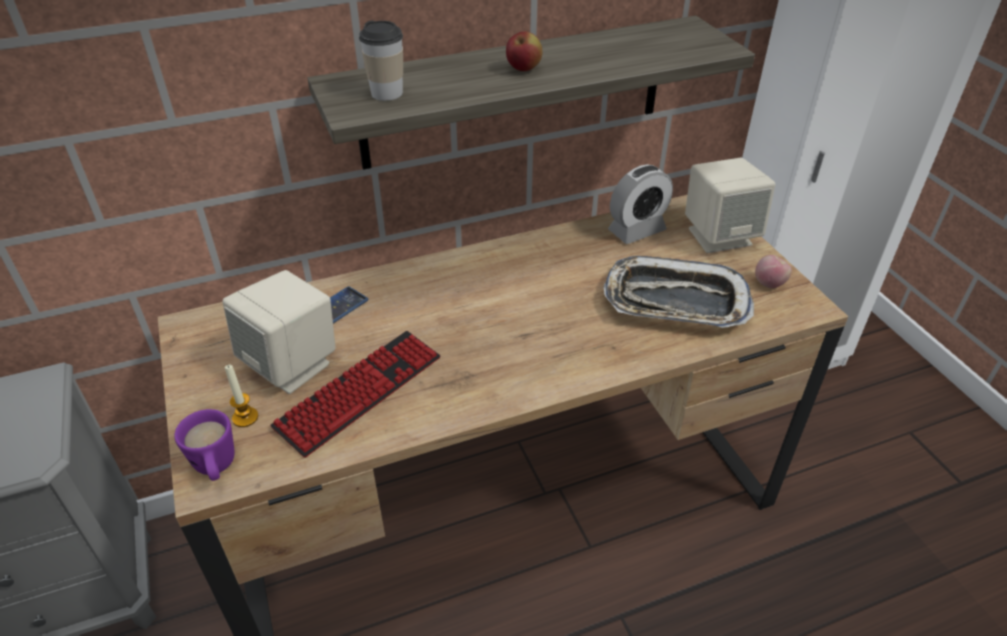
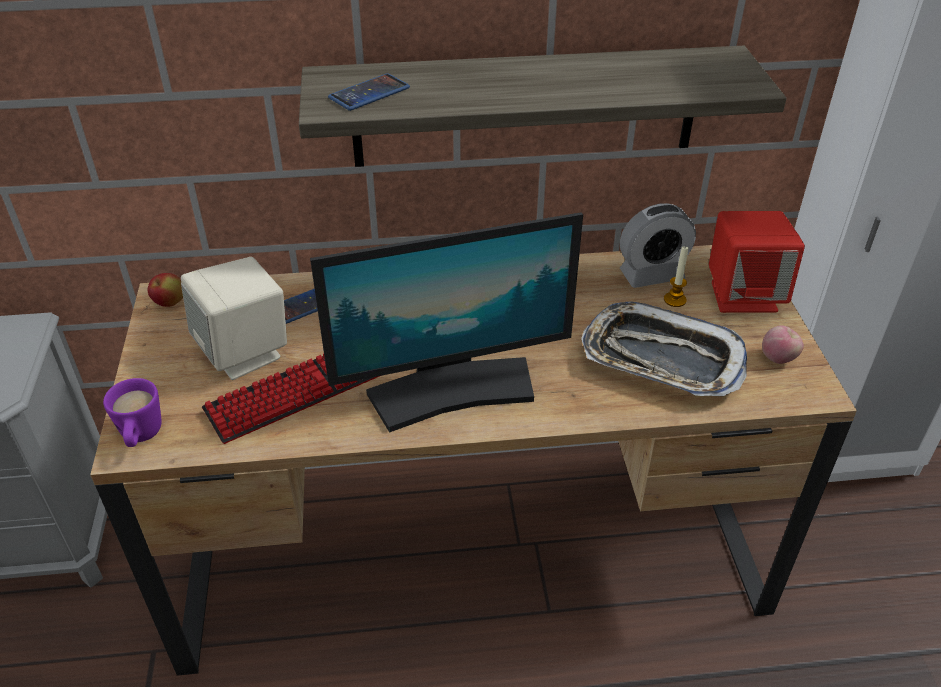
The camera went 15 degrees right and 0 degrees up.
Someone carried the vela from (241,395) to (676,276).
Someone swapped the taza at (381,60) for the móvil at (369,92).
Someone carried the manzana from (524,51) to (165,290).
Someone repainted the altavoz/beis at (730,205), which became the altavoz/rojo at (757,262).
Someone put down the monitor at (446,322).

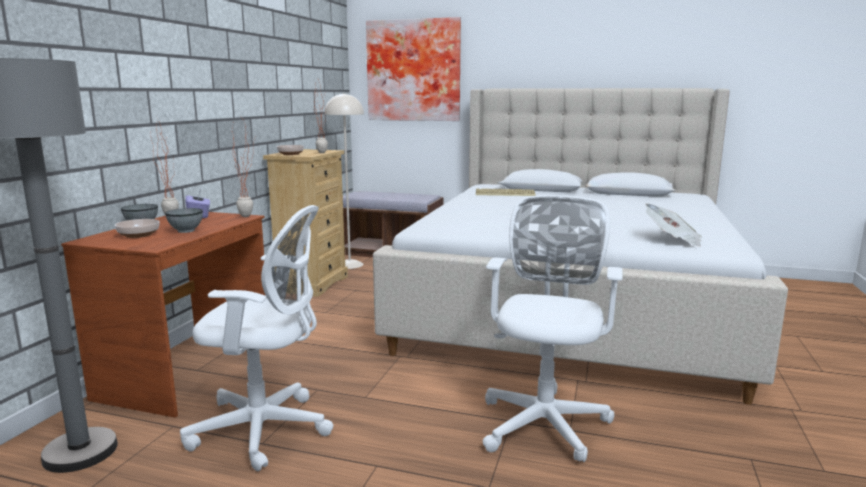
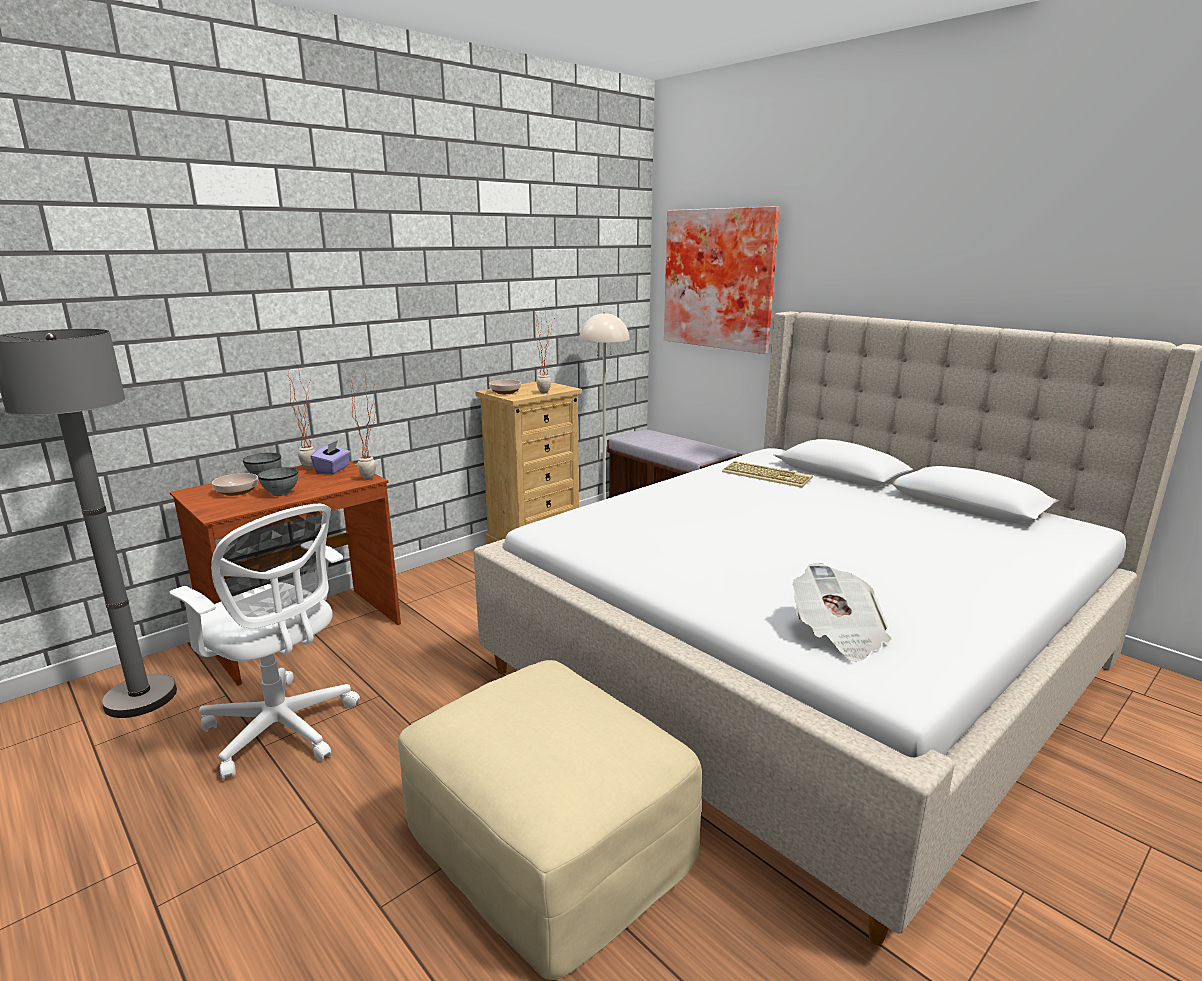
The camera went 30 degrees right and 5 degrees up.
Someone swapped the silla de oficina/blanco at (553,328) for the puf/beis at (550,820).

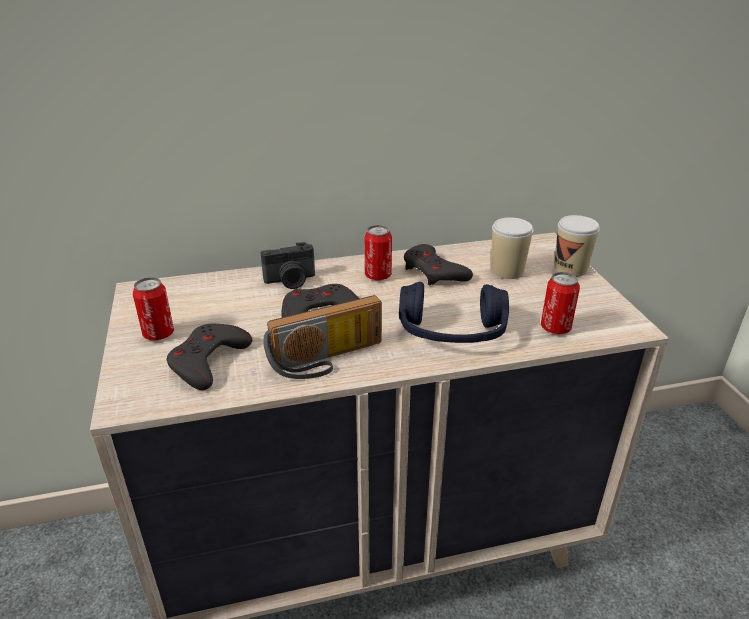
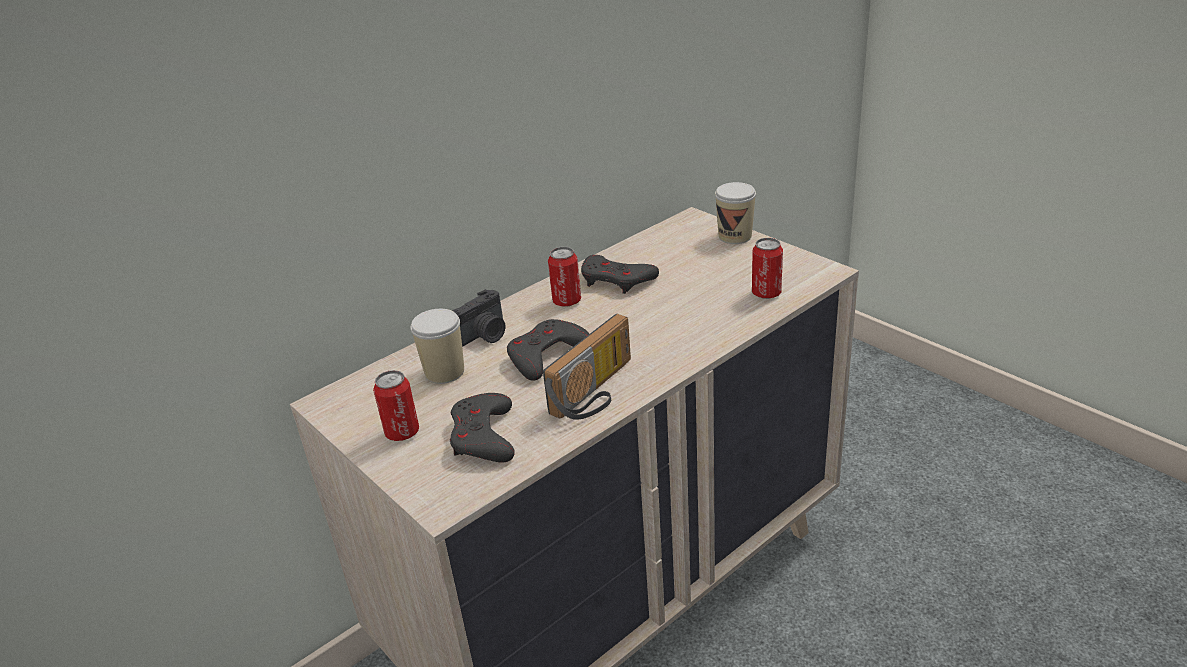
The camera went 25 degrees left and 0 degrees up.
Someone took away the auriculares/azul at (454,312).
Someone carried the taza from (512,248) to (437,346).

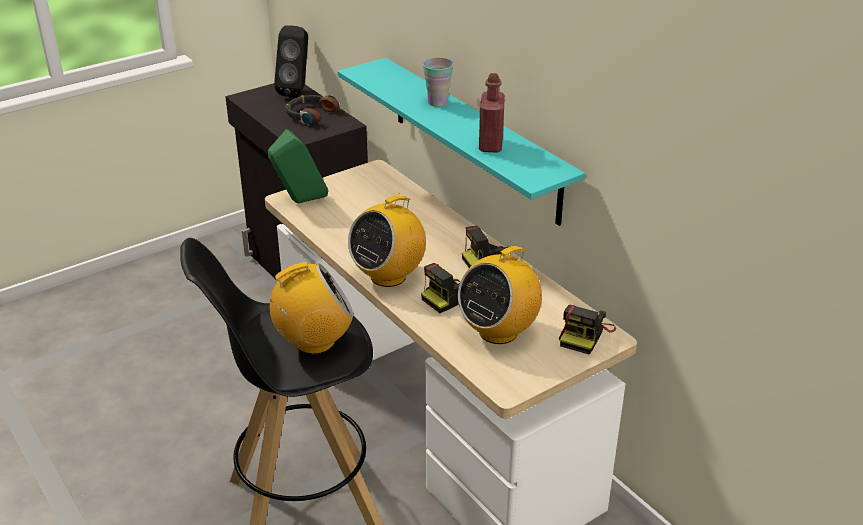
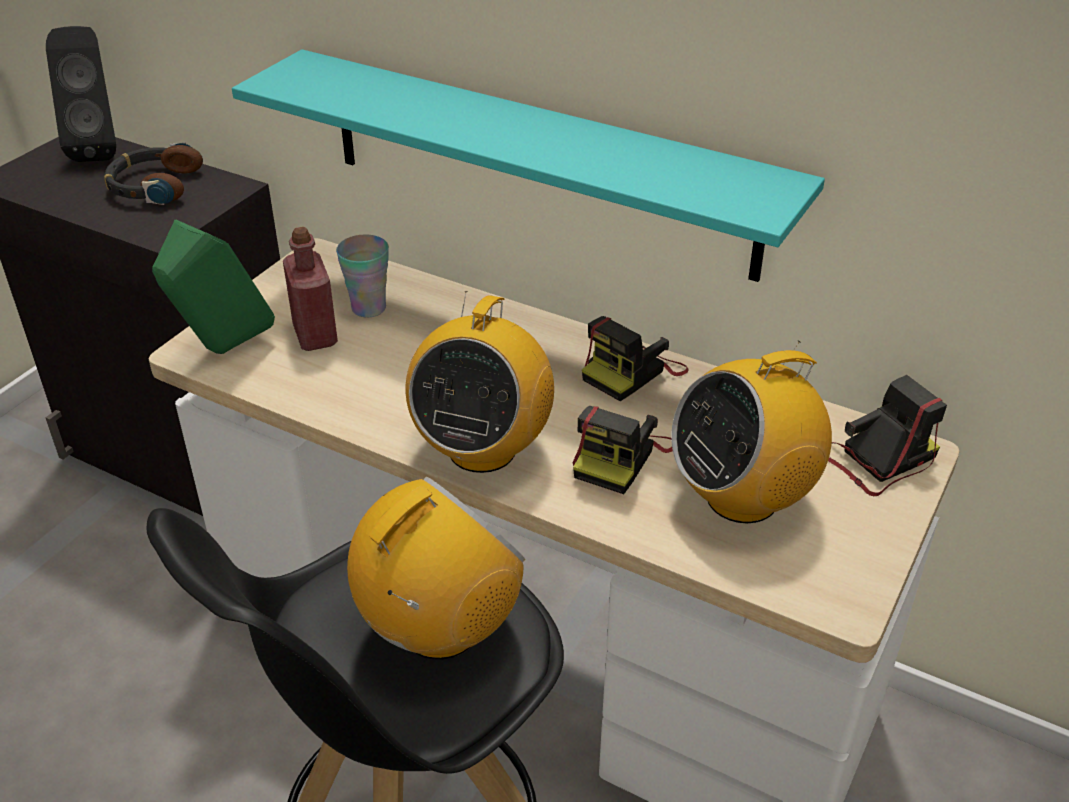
The camera went 25 degrees left and 5 degrees up.
Someone carried the taza from (438,82) to (362,276).
Someone rotated the radio at (500,293) by 45 degrees clockwise.
Someone carried the botella/rojo from (492,113) to (310,289).
Someone rotated the cámara at (587,330) by 120 degrees counterclockwise.

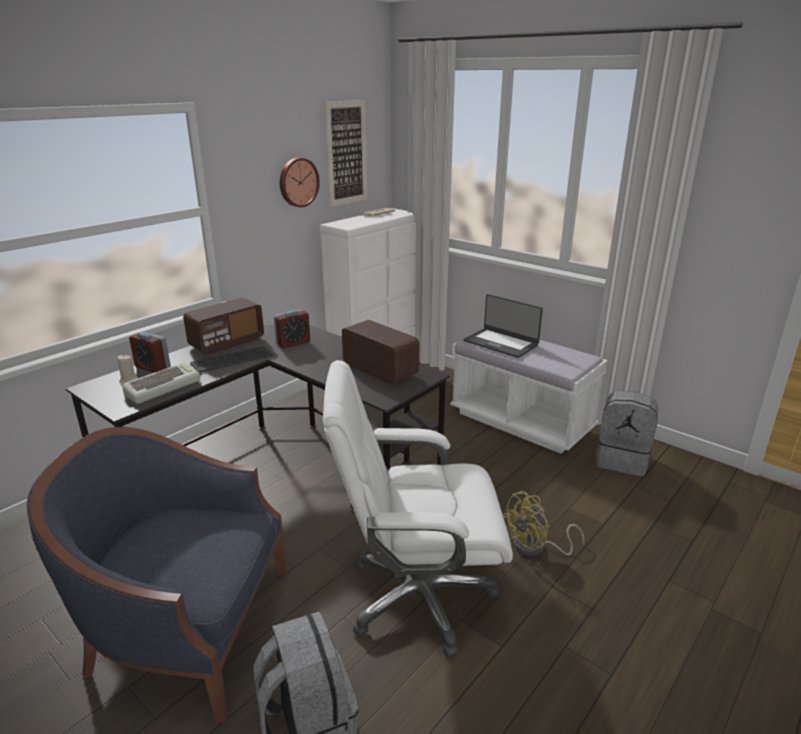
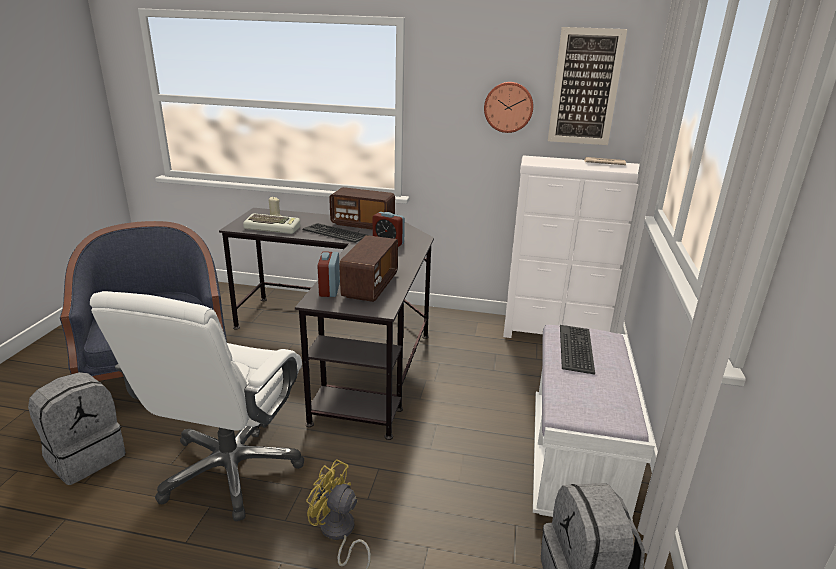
The camera went 60 degrees right and 0 degrees up.
Someone carried the despertador from (150,352) to (329,274).
Someone rotated the silla de oficina/blanco at (418,509) by 135 degrees counterclockwise.
Someone swapped the portátil at (503,326) for the teclado at (577,349).

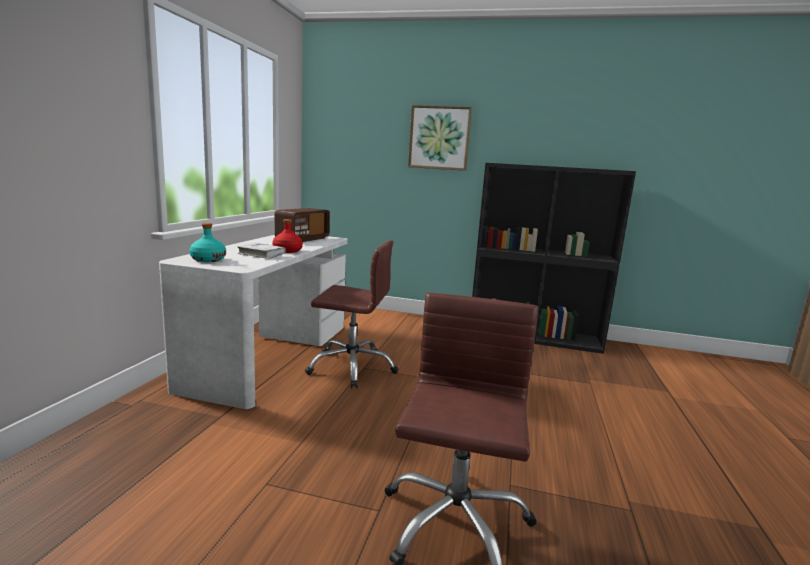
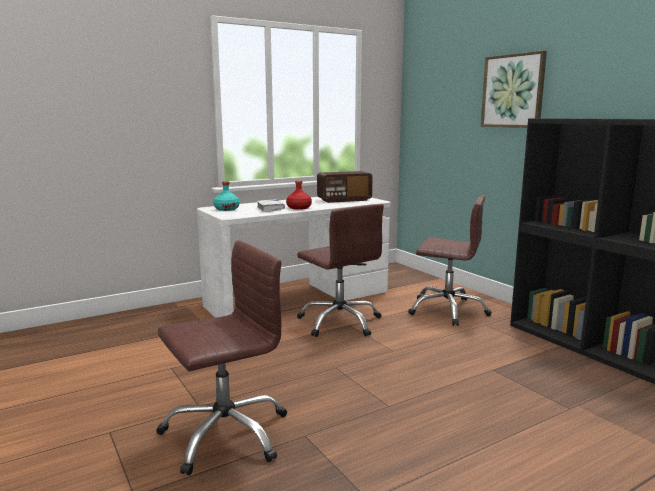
The camera went 45 degrees right and 0 degrees up.
Someone put down the silla de oficina/marrón at (450,260).

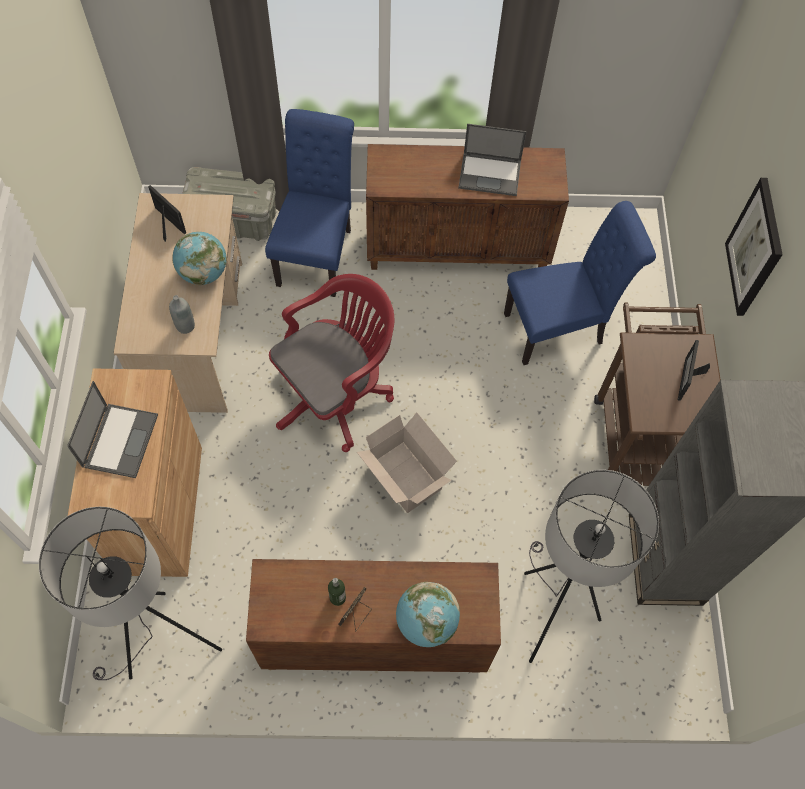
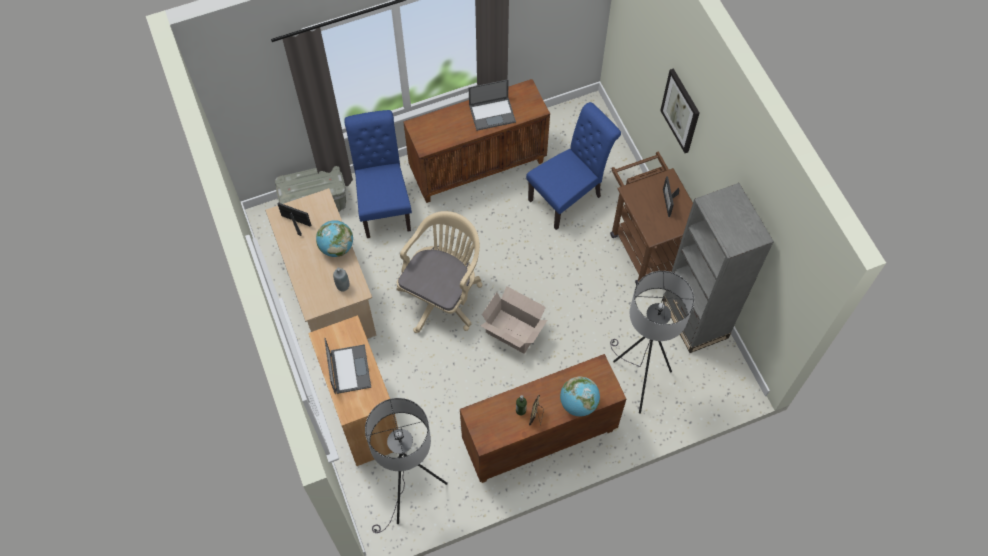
The camera went 20 degrees left and 0 degrees up.
Someone repainted the silla de oficina/rojo at (331,363), which became the silla de oficina/beis at (439,272).

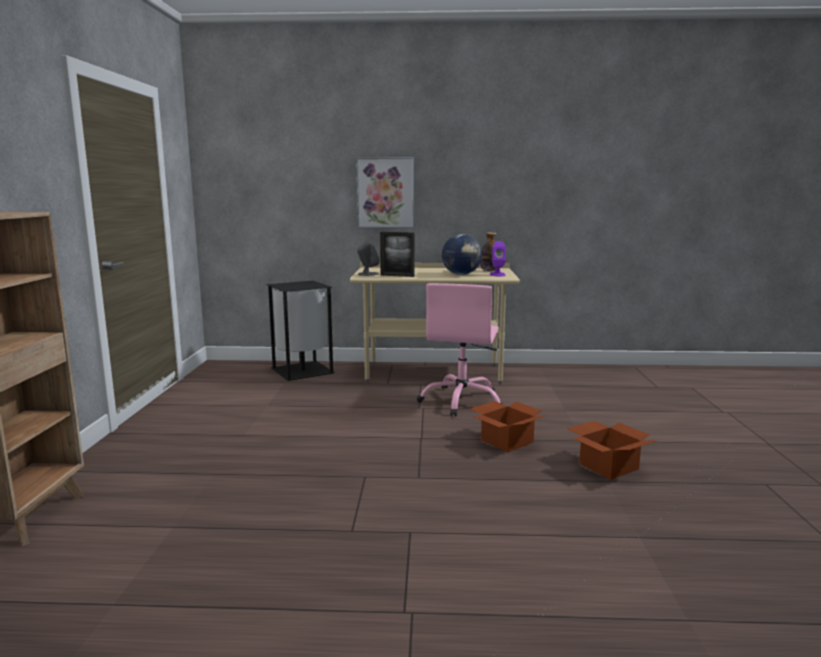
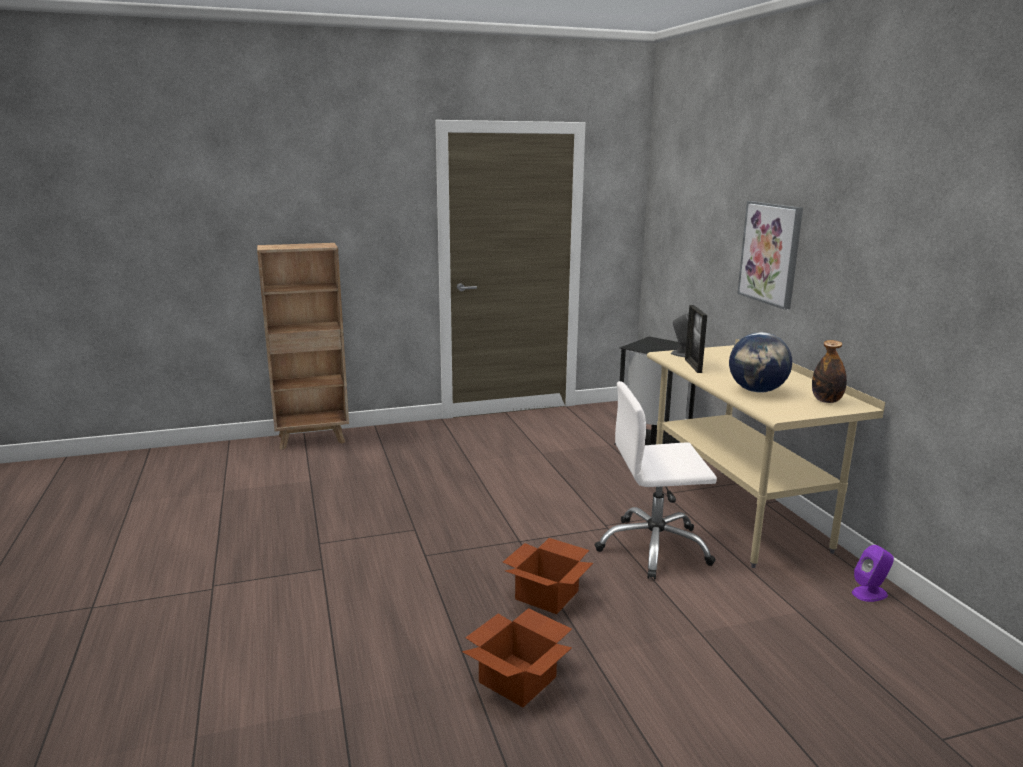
The camera went 70 degrees right and 5 degrees up.
Someone repainted the silla de oficina/rosa at (460,349), which became the silla de oficina/blanco at (656,480).
Someone carried the altavoz/morado from (498,258) to (873,573).

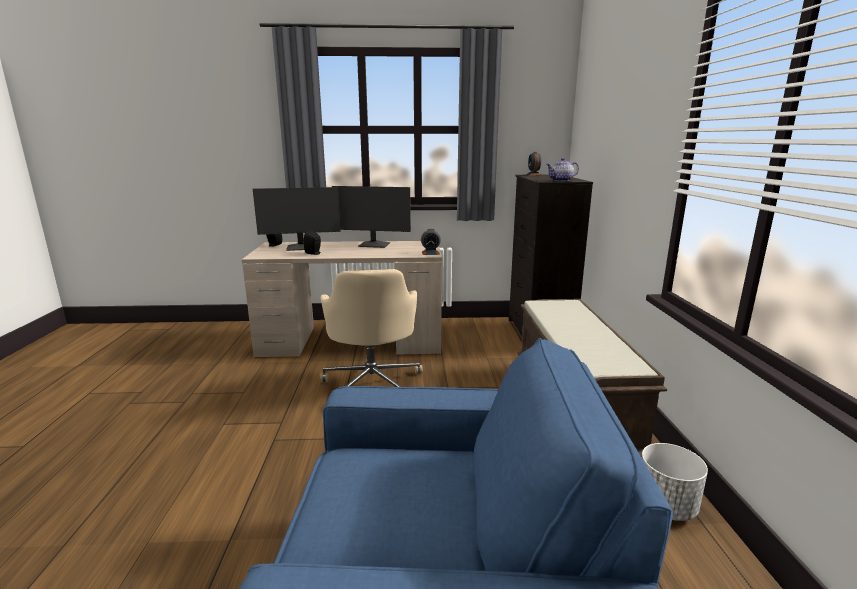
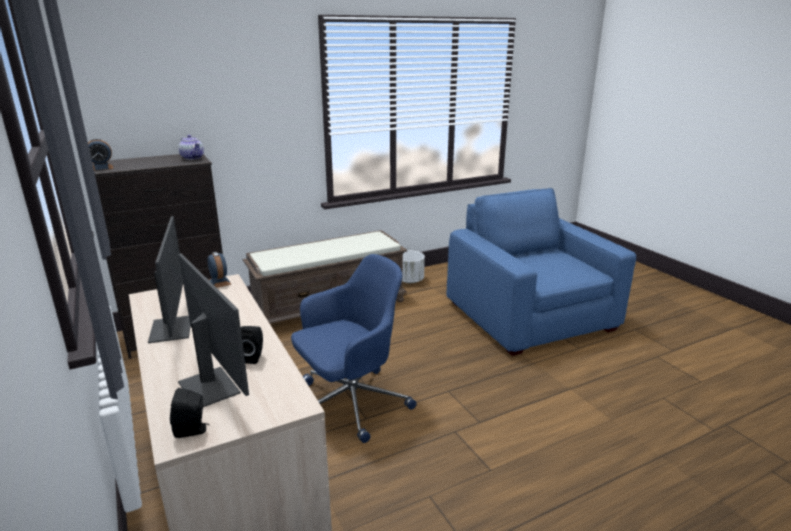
The camera went 115 degrees left and 5 degrees up.
Someone repainted the silla de oficina/beis at (371,328), which became the silla de oficina/azul at (354,348).

